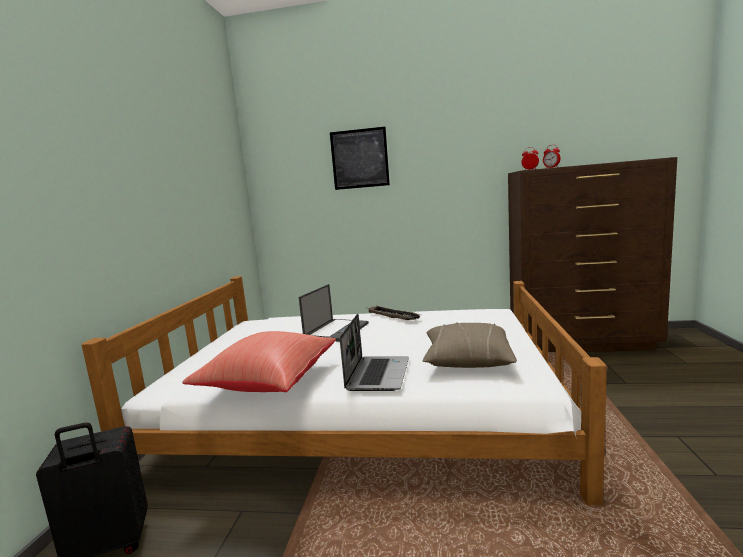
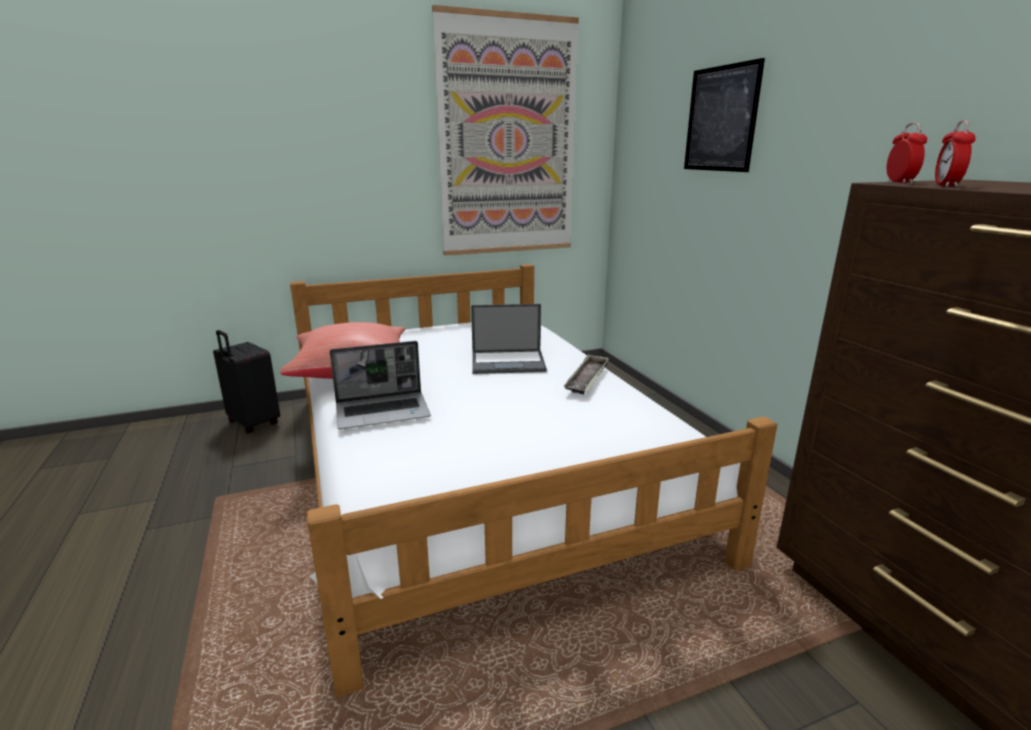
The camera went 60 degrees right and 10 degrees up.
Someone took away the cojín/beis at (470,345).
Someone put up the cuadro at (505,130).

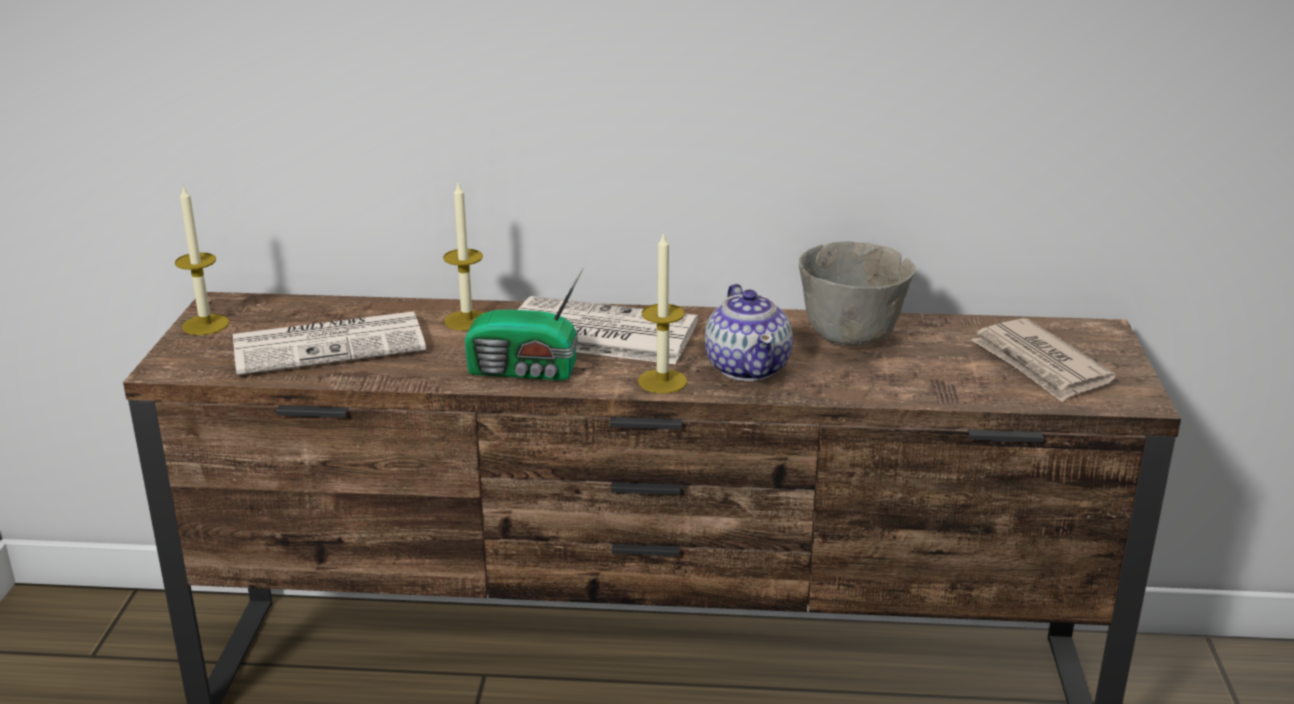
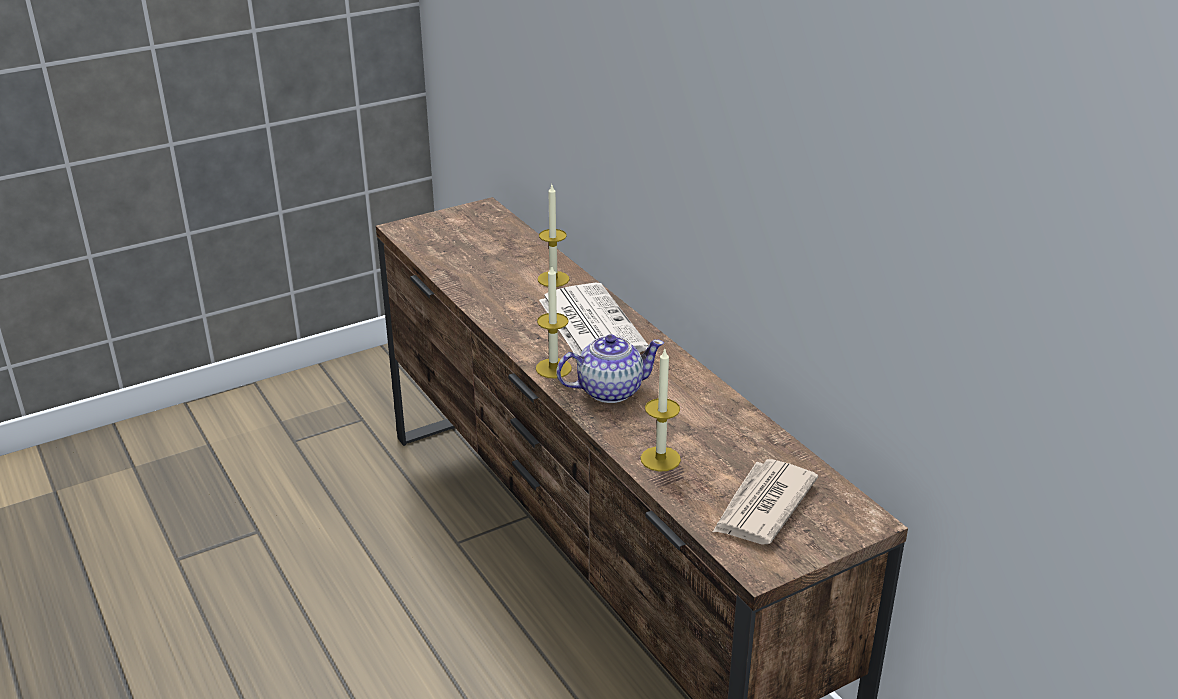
The camera went 55 degrees right and 5 degrees up.
Someone carried the vela from (202,259) to (661,410).
Someone took away the periódico at (329,343).
Someone took away the radio at (524,324).
Someone rotated the tetera at (749,332) by 150 degrees counterclockwise.
Someone took away the cuenco/gris at (857,293).

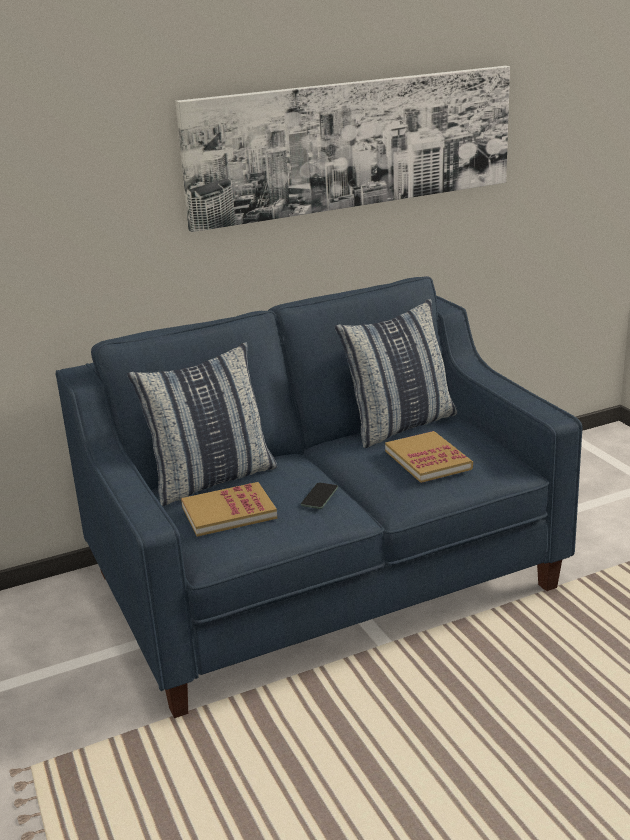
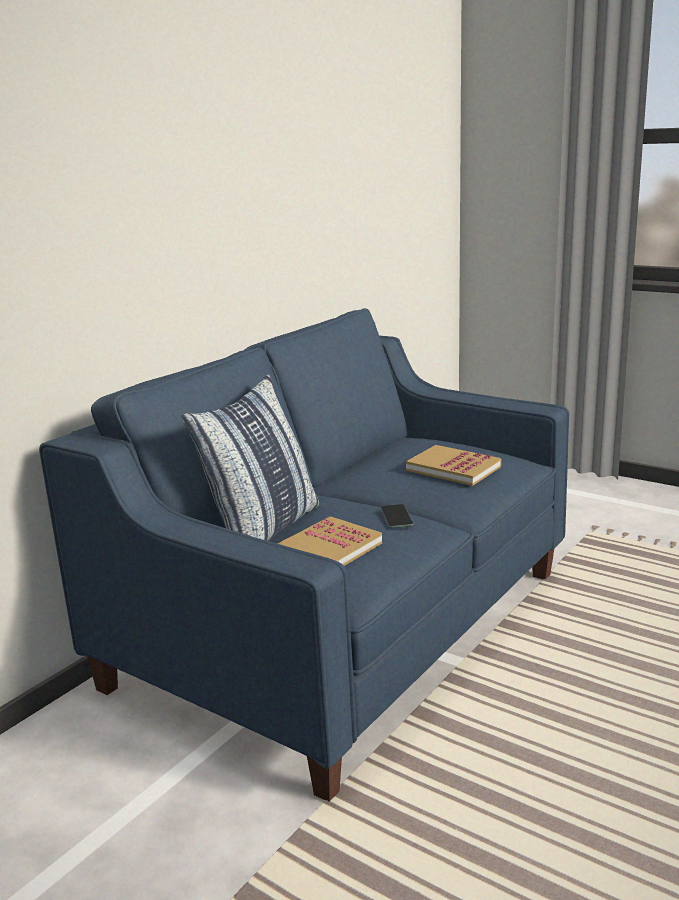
The camera went 30 degrees left and 5 degrees down.
Someone took away the cuadro at (342,149).
Someone took away the cojín at (395,373).

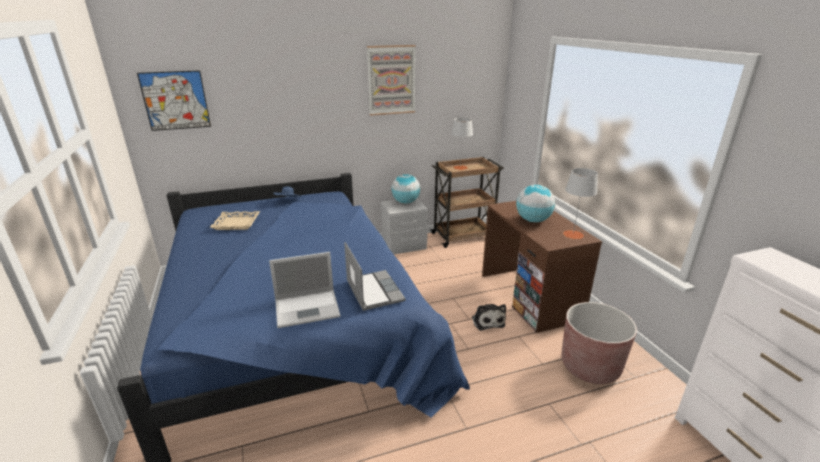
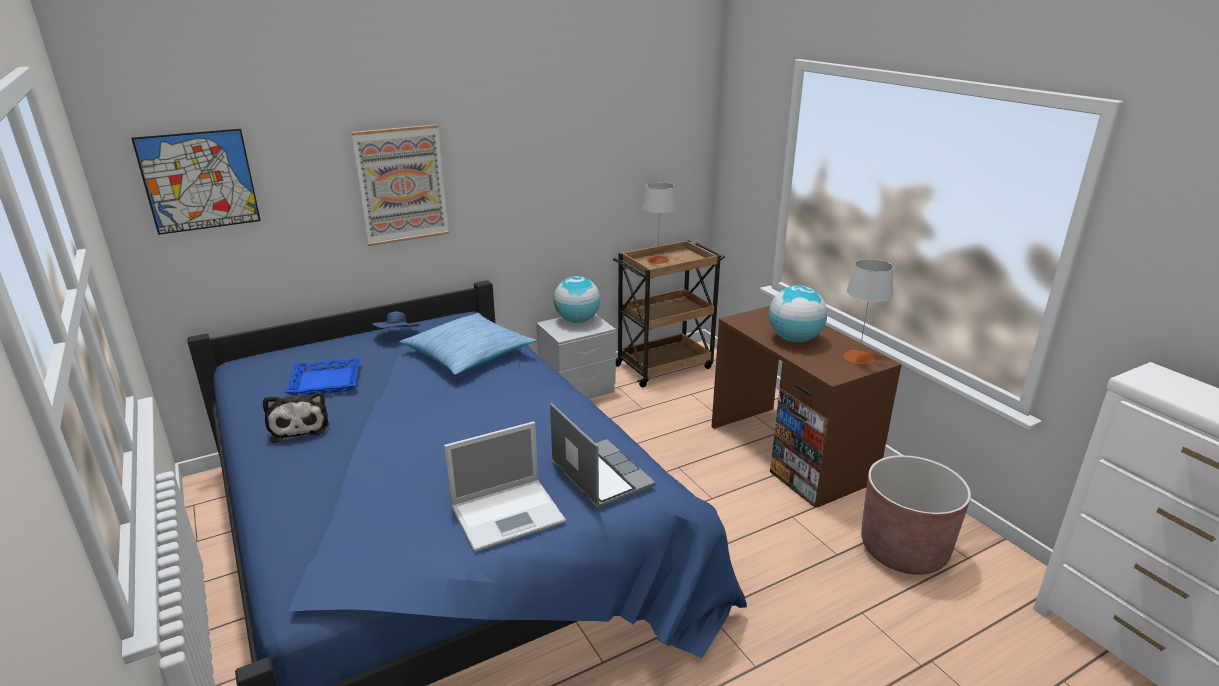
The camera went 10 degrees left and 0 degrees up.
Someone repainted the bandeja/beis at (235,220), which became the bandeja/azul at (323,376).
Someone carried the cuadro from (391,80) to (400,185).
Someone carried the peluche from (489,317) to (296,417).
Someone put down the cojín at (467,344).

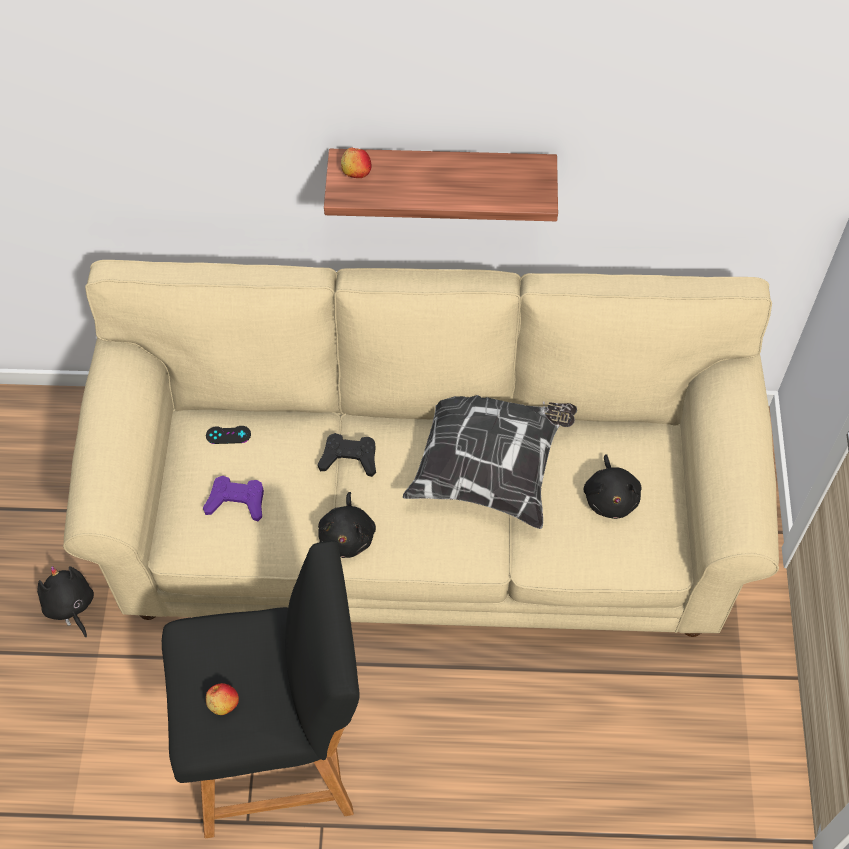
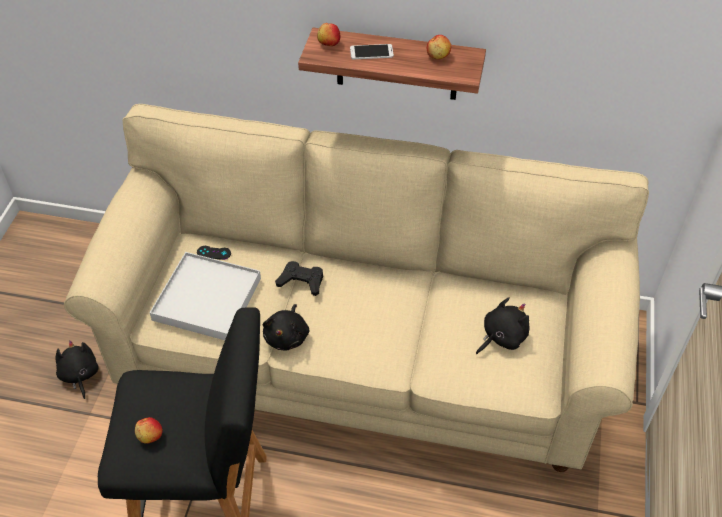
The camera went 10 degrees right and 10 degrees down.
Someone swapped the mando de consola/morado at (233,498) for the bandeja/blanco at (205,296).
Someone took away the cojín at (490,462).
Someone rotated the peluche/negro at (612,486) by 135 degrees counterclockwise.
Someone put down the móvil at (372,52).
Someone put down the manzana at (439,47).

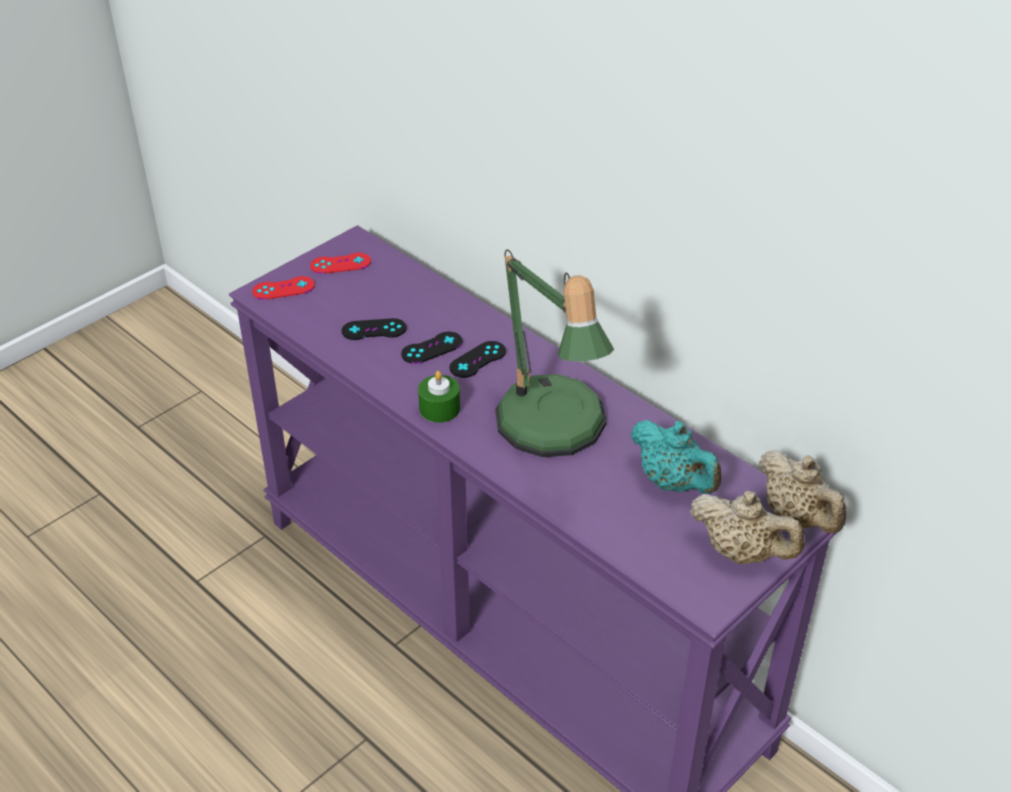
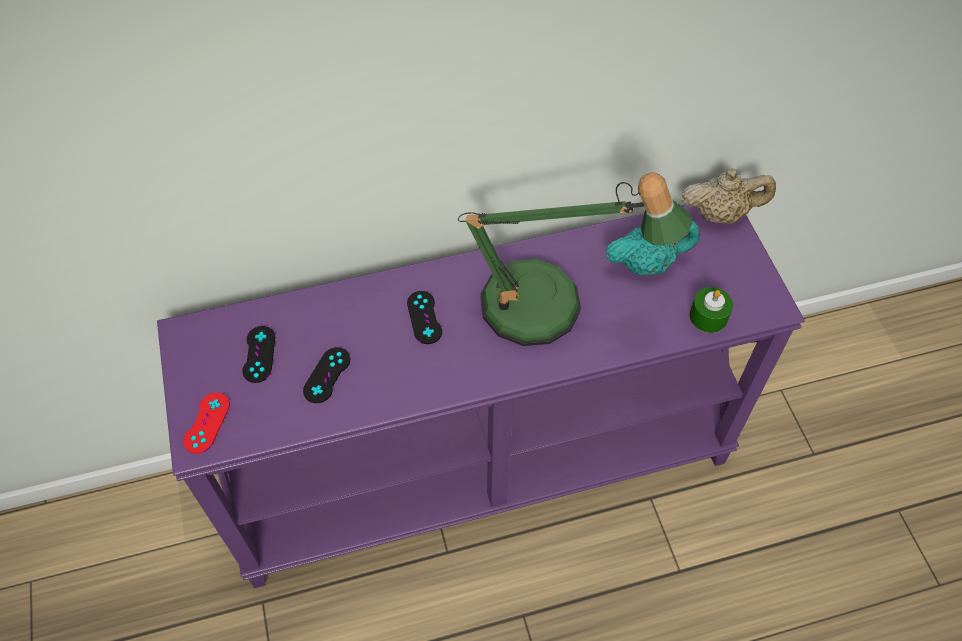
The camera went 60 degrees left and 15 degrees up.
Someone took away the mando de consola/rojo at (340,263).
Someone carried the mando de consola/negro from (431,348) to (258,354).
Someone carried the vela/verde from (439,397) to (711,310).
Someone took away the tetera/beis at (747,527).

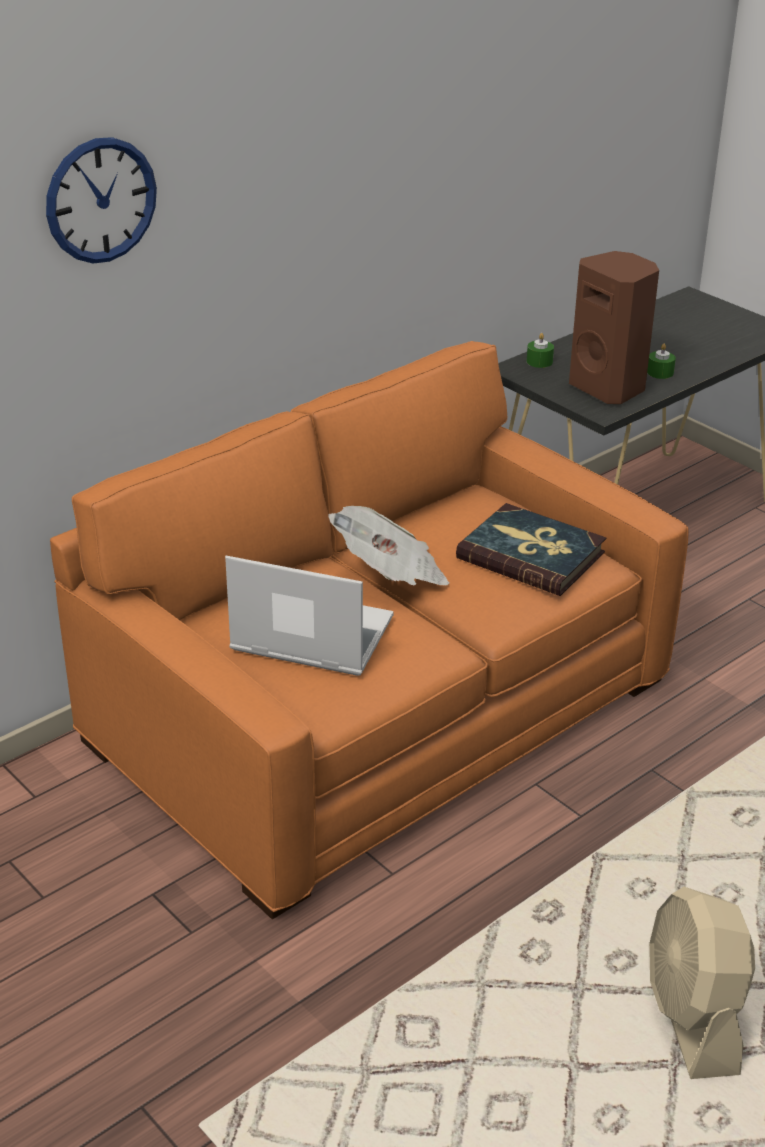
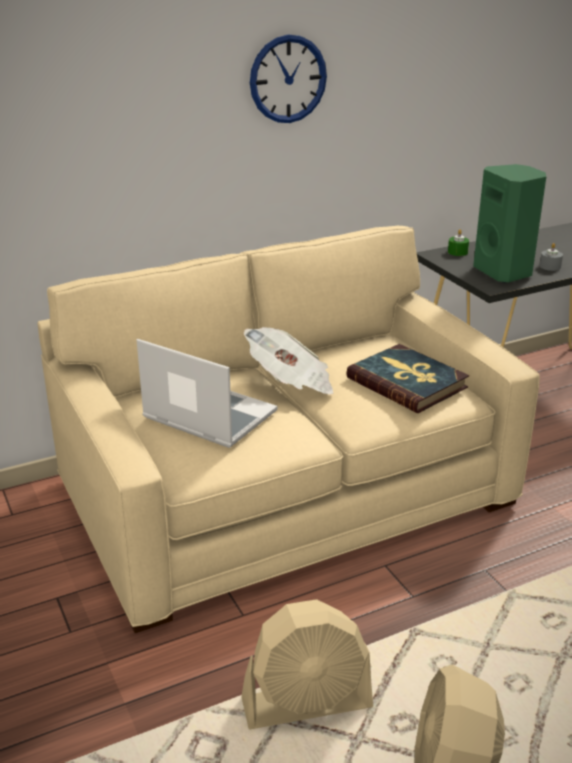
The camera went 15 degrees right and 5 degrees down.
Someone carried the reloj de pared from (101,200) to (288,78).
Someone repainted the sofá/naranja at (369,630), which became the sofá/beis at (289,429).
Someone repainted the altavoz/marrón at (614,327), which became the altavoz/verde at (509,223).
Someone repainted the vela/verde at (661,361), which became the vela/gris at (551,257).
Someone put down the ventilador/beis at (307,664).

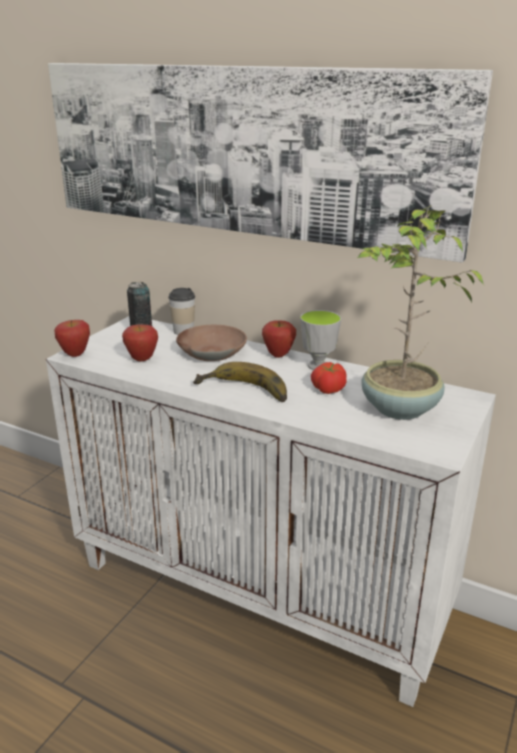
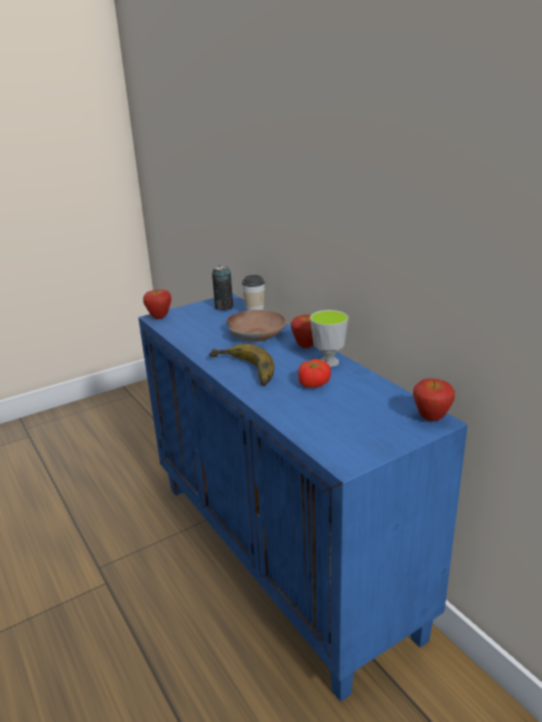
The camera went 30 degrees right and 0 degrees up.
Someone repainted the armario/blanco at (271,511), which became the armario/azul at (303,498).
Someone took away the cuadro at (270,163).
Someone carried the manzana from (140,343) to (434,399).
Someone took away the planta en maceta at (420,312).

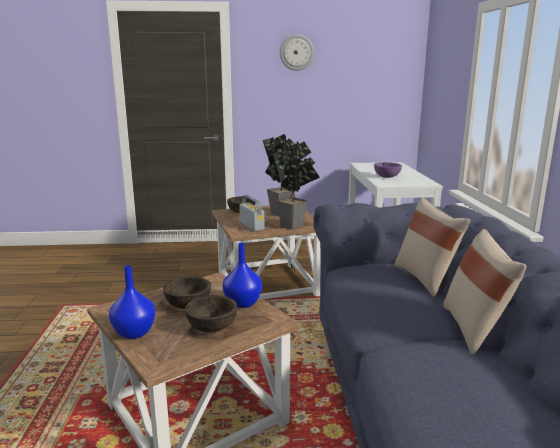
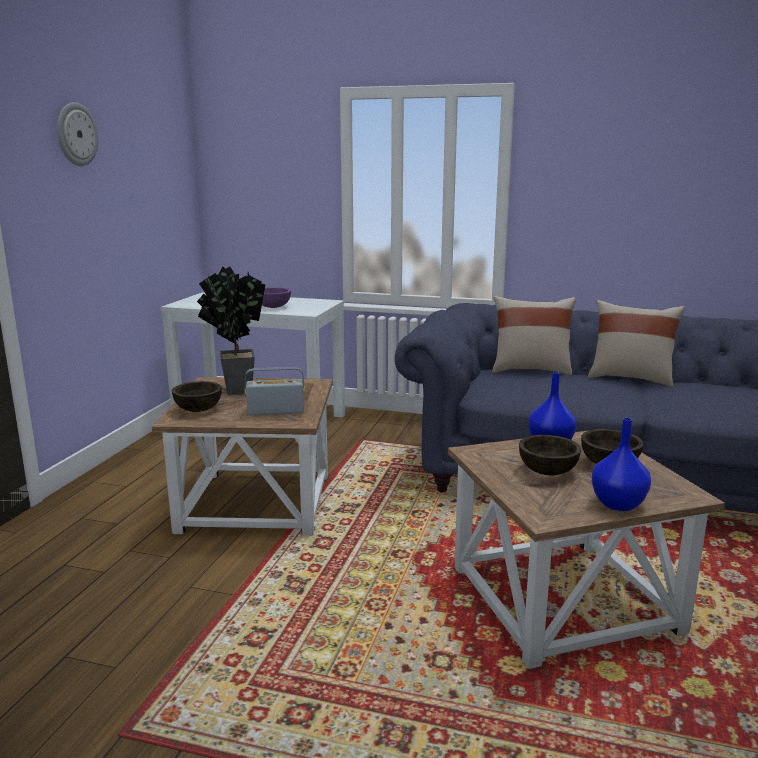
The camera went 70 degrees left and 0 degrees up.
Someone took away the planta en maceta at (296,185).

